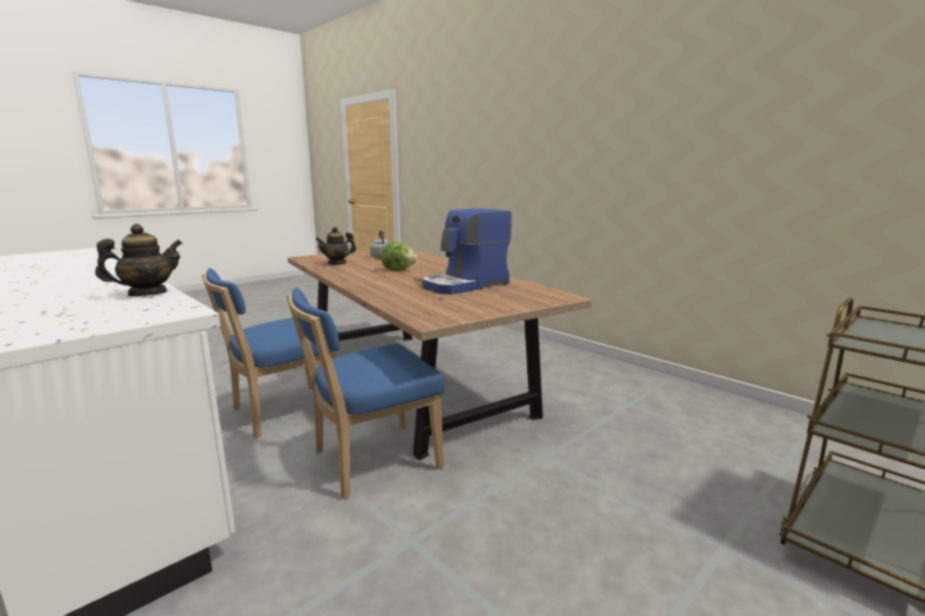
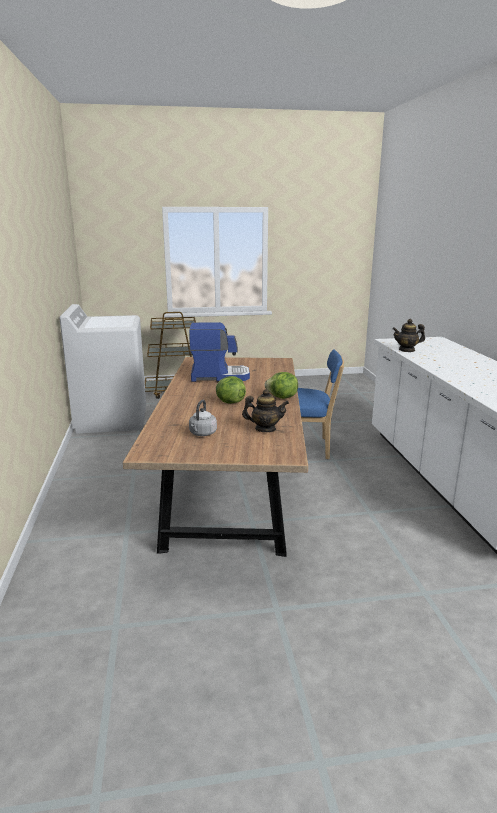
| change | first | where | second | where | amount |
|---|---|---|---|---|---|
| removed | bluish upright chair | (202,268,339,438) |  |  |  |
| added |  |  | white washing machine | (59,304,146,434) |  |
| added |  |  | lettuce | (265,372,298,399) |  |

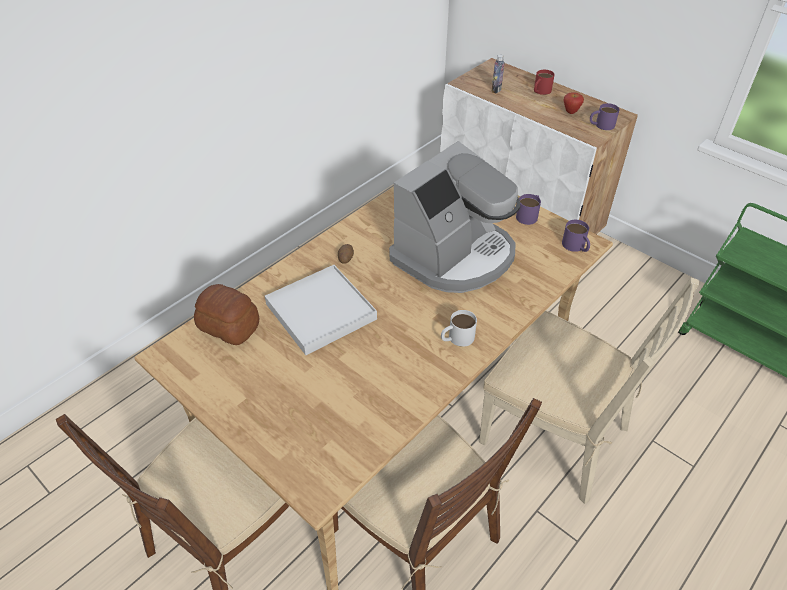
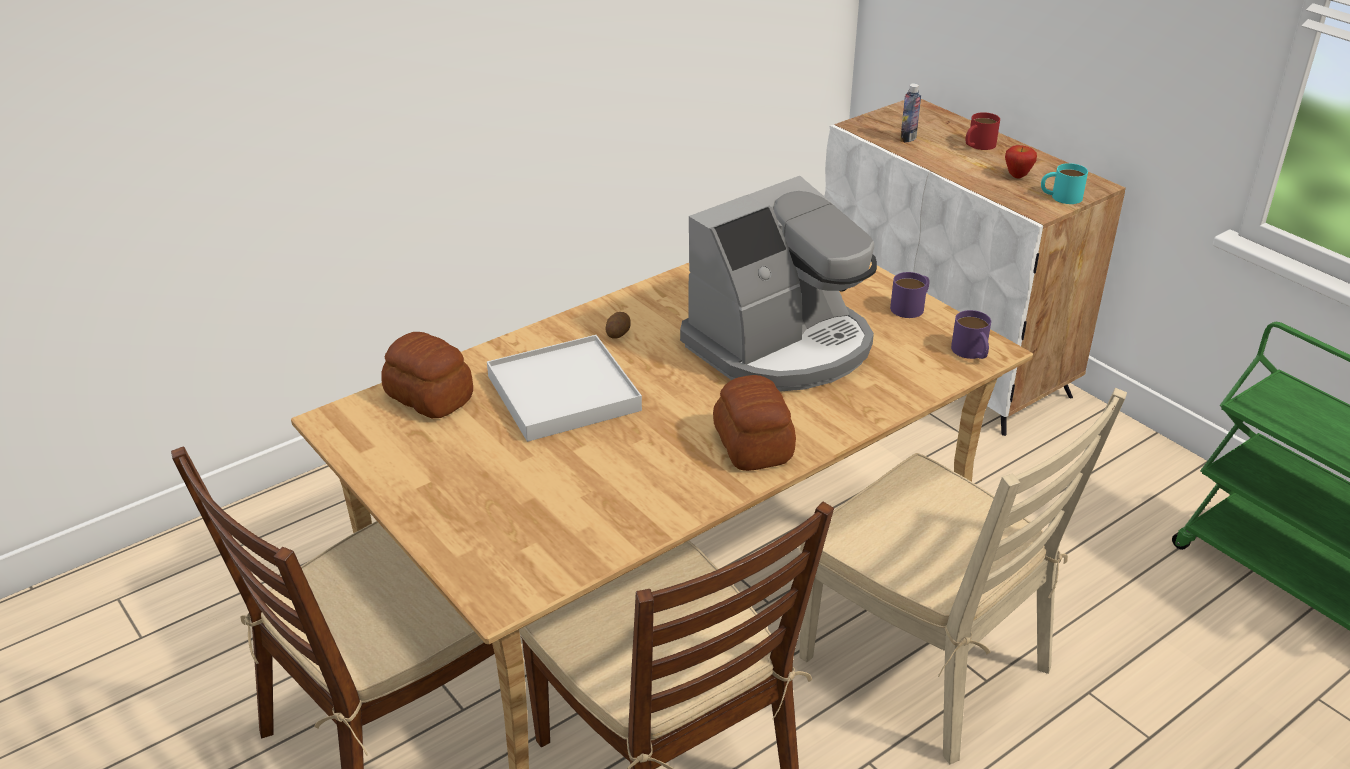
| change | first | where | second | where | amount |
|---|---|---|---|---|---|
| recoloured | purple-coloured tea mug | (590,103,620,130) | turquoise-coloured tea mug | (1041,163,1088,204) |  |
| replaced | white tea mug | (441,310,477,347) | bread | (713,375,796,471) |  |

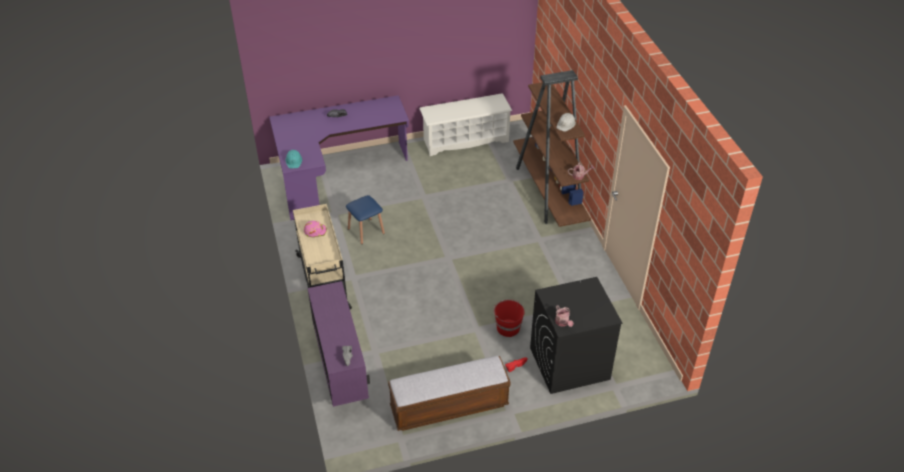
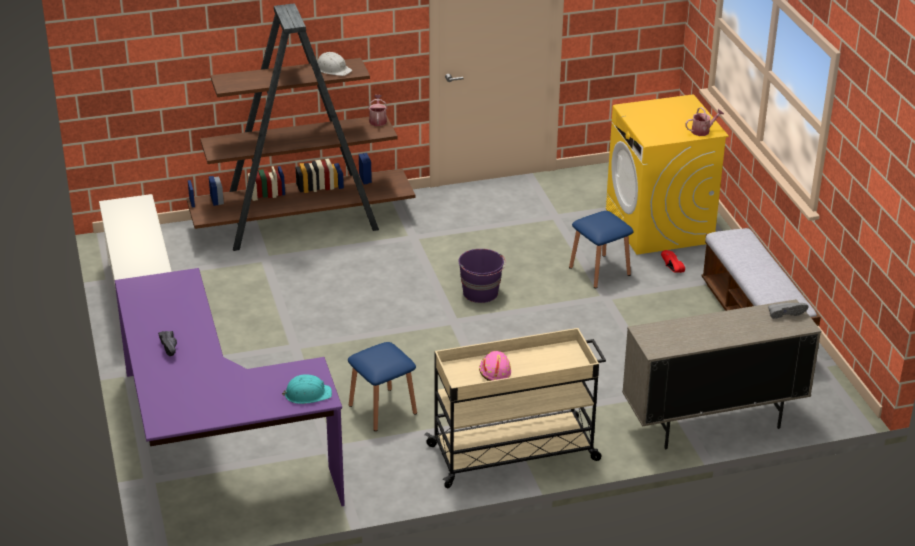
| change | first | where | second | where | amount |
|---|---|---|---|---|---|
| recoloured | black washing machine | (530,277,622,394) | yellow-coloured washing machine | (606,94,729,255) |  |
| recoloured | purple-coloured cabinet | (308,281,370,407) | sand-coloured cabinet | (622,299,821,449) |  |
| replaced | reddish pail | (493,299,525,337) | bluish sitting stool | (569,211,633,288) |  |
| added |  |  | purple-coloured pail | (458,249,506,303) |  |

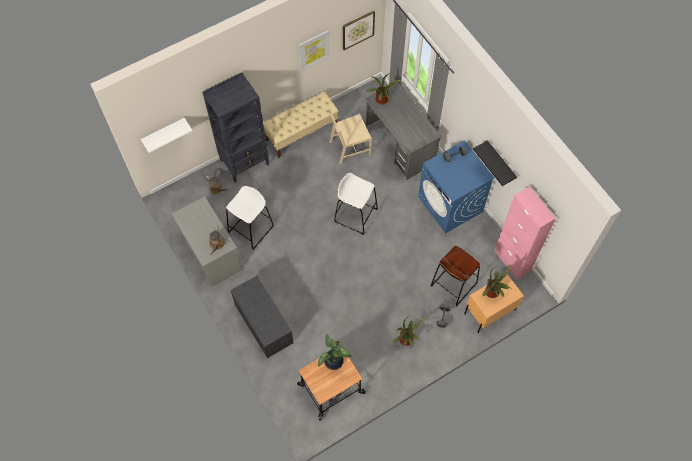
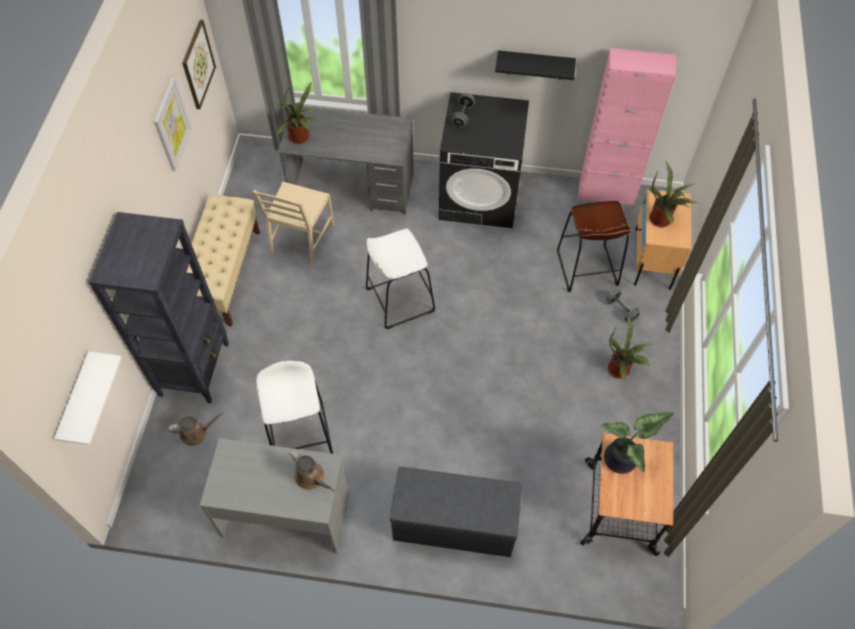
| change | first | where | second | where | amount |
|---|---|---|---|---|---|
| recoloured | bluish washing machine | (418,140,494,233) | black washing machine | (439,92,529,228) |  |

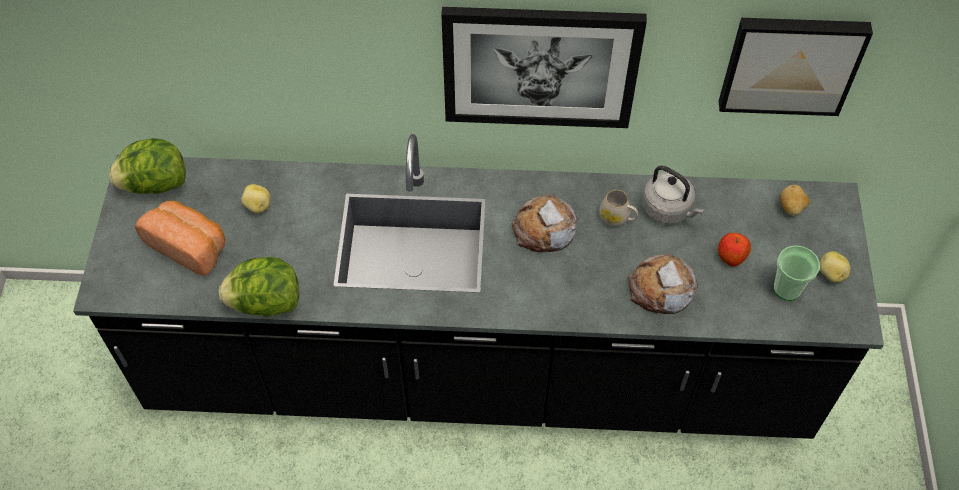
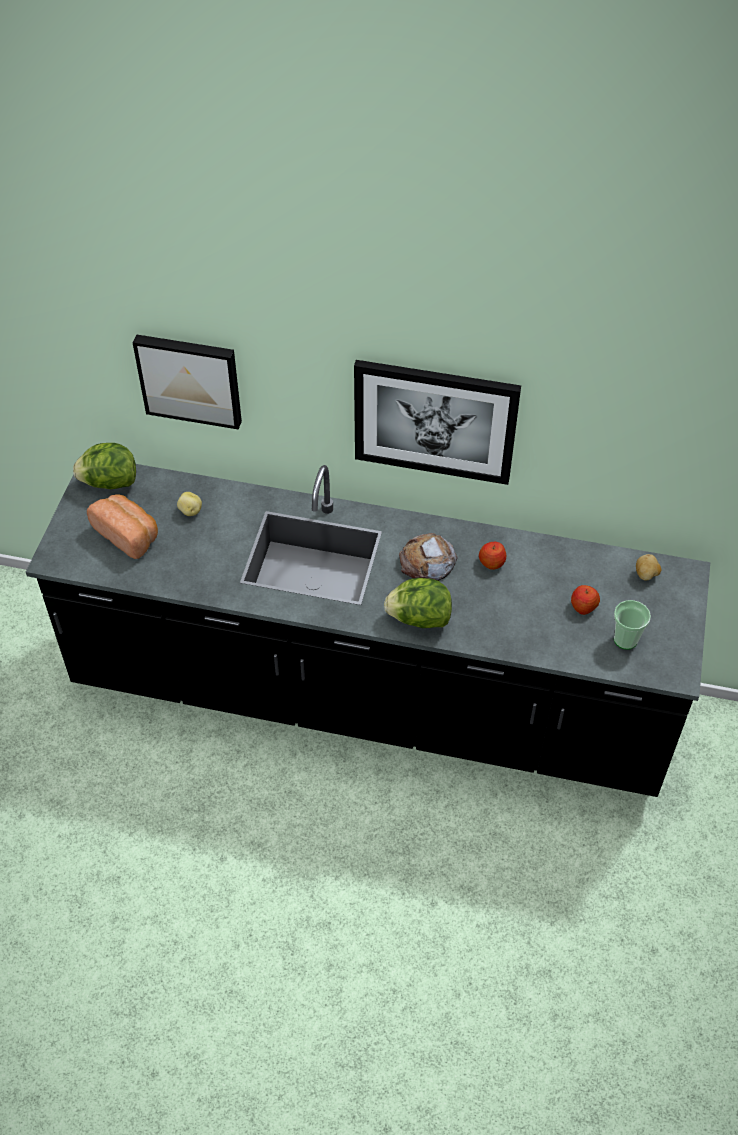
| change | first | where | second | where | amount |
|---|---|---|---|---|---|
| moved | wall picture | (719,18,873,116) |  | (132,334,242,430) |  |
| removed | greyish tea kettle | (642,165,704,224) |  |  |  |
| replaced | white tea mug | (599,190,638,226) | whole apple | (479,542,506,570) |  |
| removed | whole potato | (820,251,851,283) |  |  |  |
| removed | bread | (628,254,698,314) |  |  |  |
| moved | lettuce | (219,257,299,317) |  | (384,578,452,628) |  |

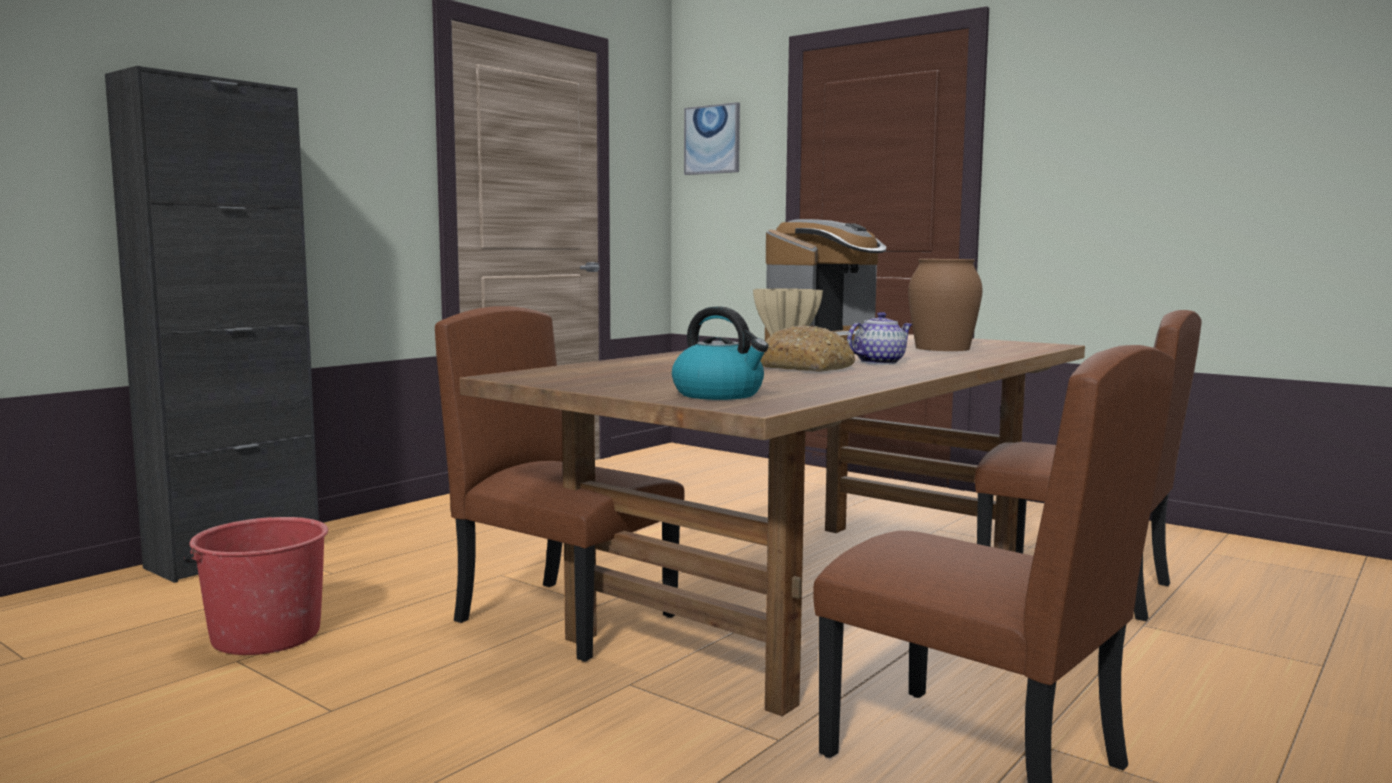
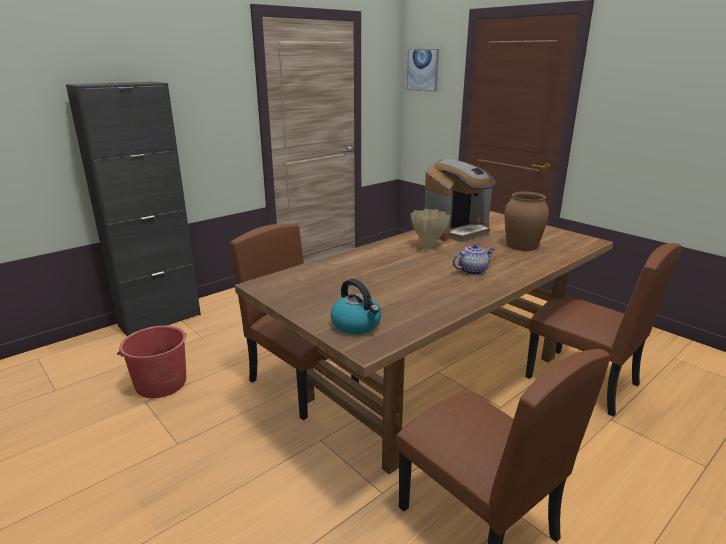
| change | first | where | second | where | amount |
|---|---|---|---|---|---|
| removed | bread | (760,325,855,372) |  |  |  |

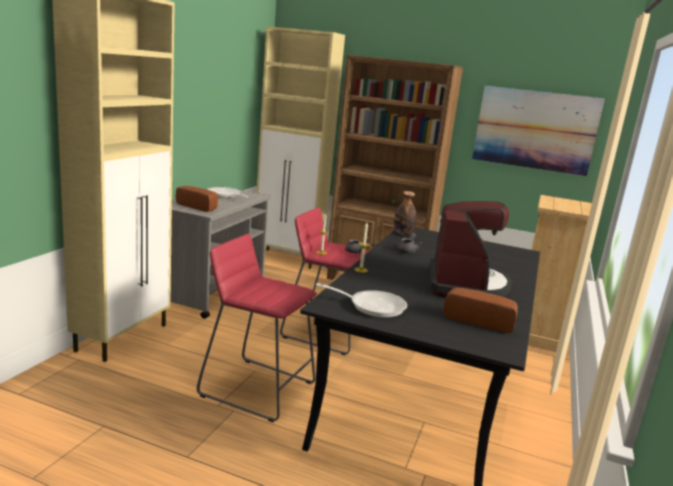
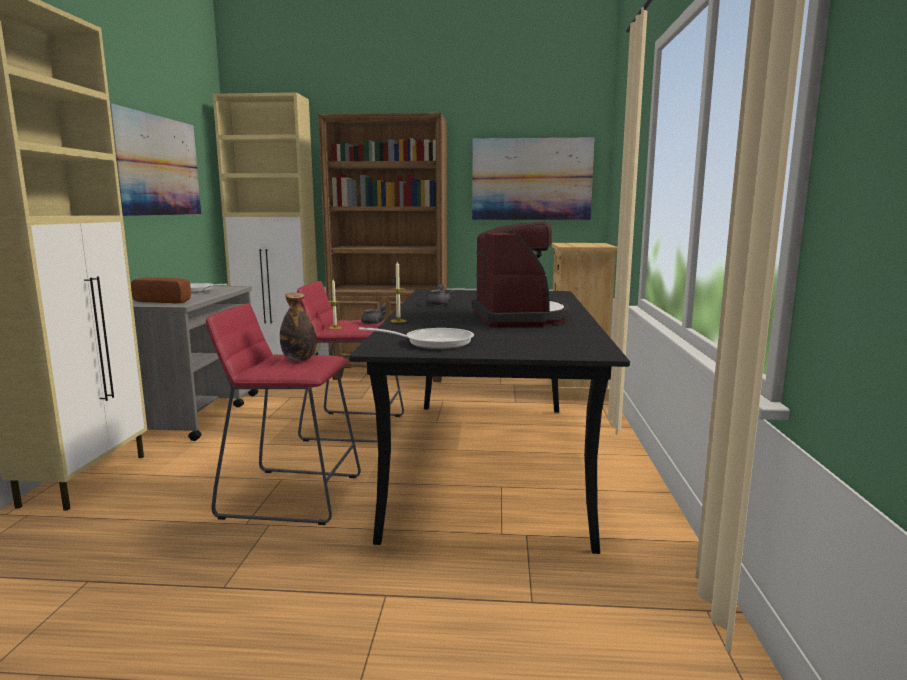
| change | first | where | second | where | amount |
|---|---|---|---|---|---|
| moved | bottle | (394,191,417,235) |  | (280,293,316,362) |  |
| removed | bread | (444,288,518,333) |  |  |  |
| added |  |  | wall picture | (110,103,201,216) |  |

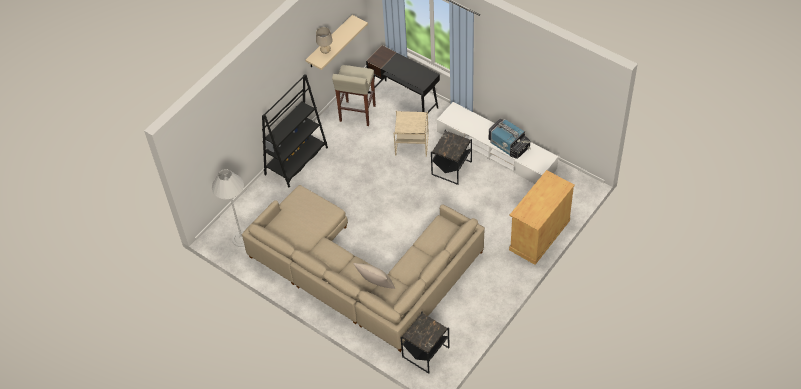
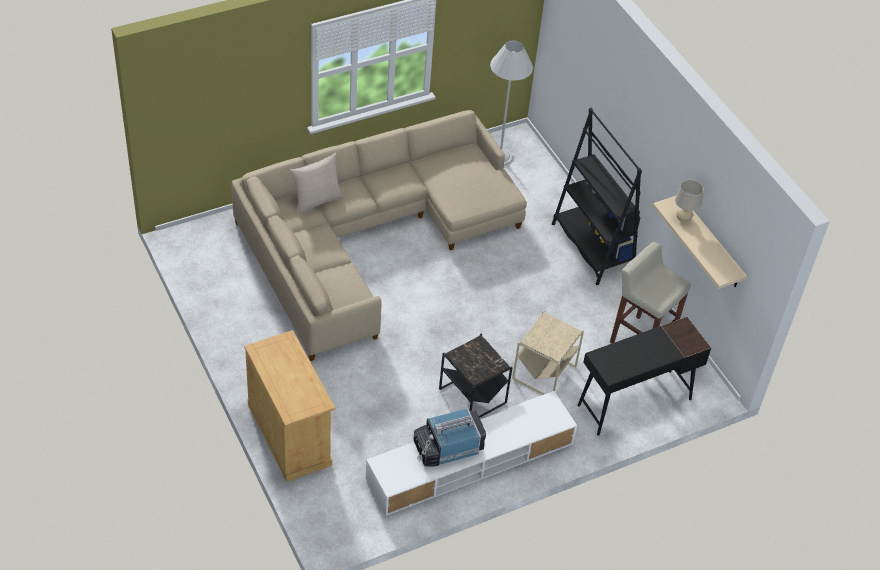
| change | first | where | second | where | amount |
|---|---|---|---|---|---|
| removed | black side table | (401,311,450,374) |  |  |  |

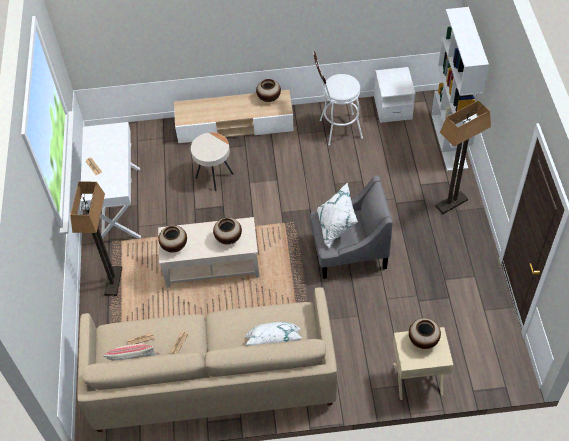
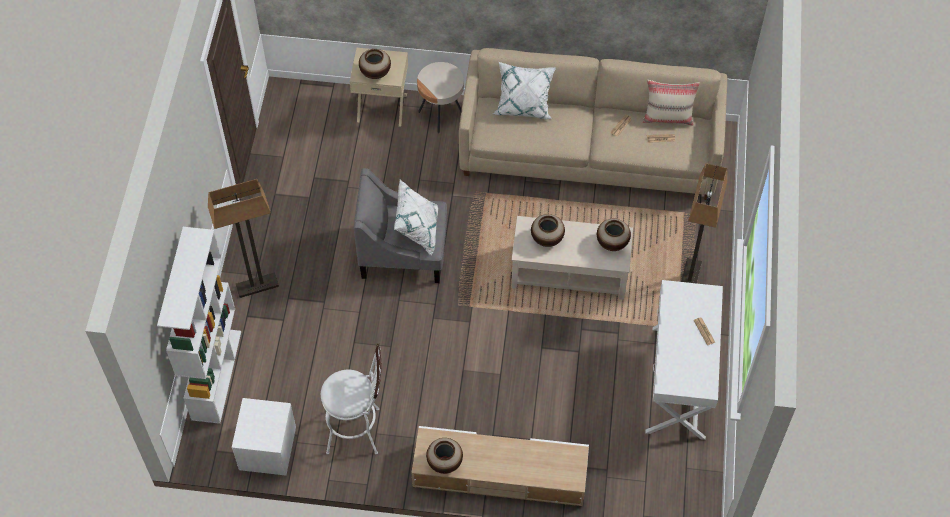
| change | first | where | second | where | amount |
|---|---|---|---|---|---|
| moved | sand-coloured side table | (191,132,234,191) |  | (417,62,464,133) |  |

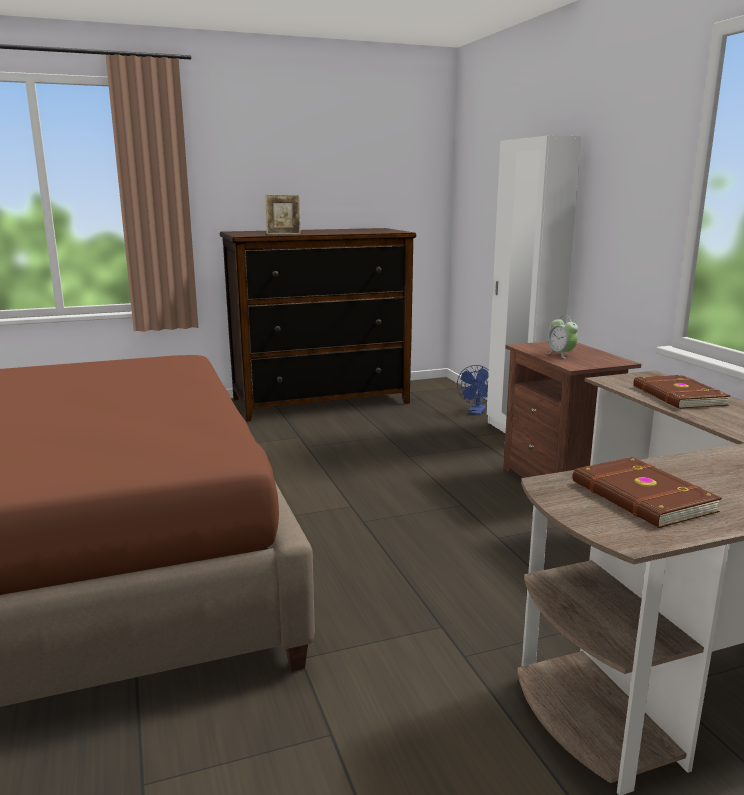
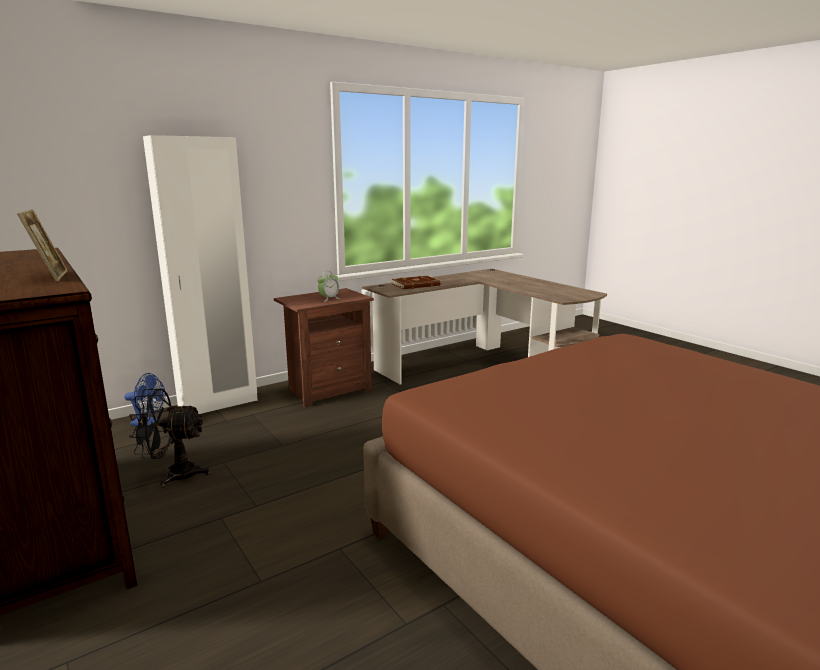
| change | first | where | second | where | amount |
|---|---|---|---|---|---|
| removed | brownish bound book | (573,457,722,528) |  |  |  |
| added |  |  | black electric fan | (129,388,210,488) |  |

